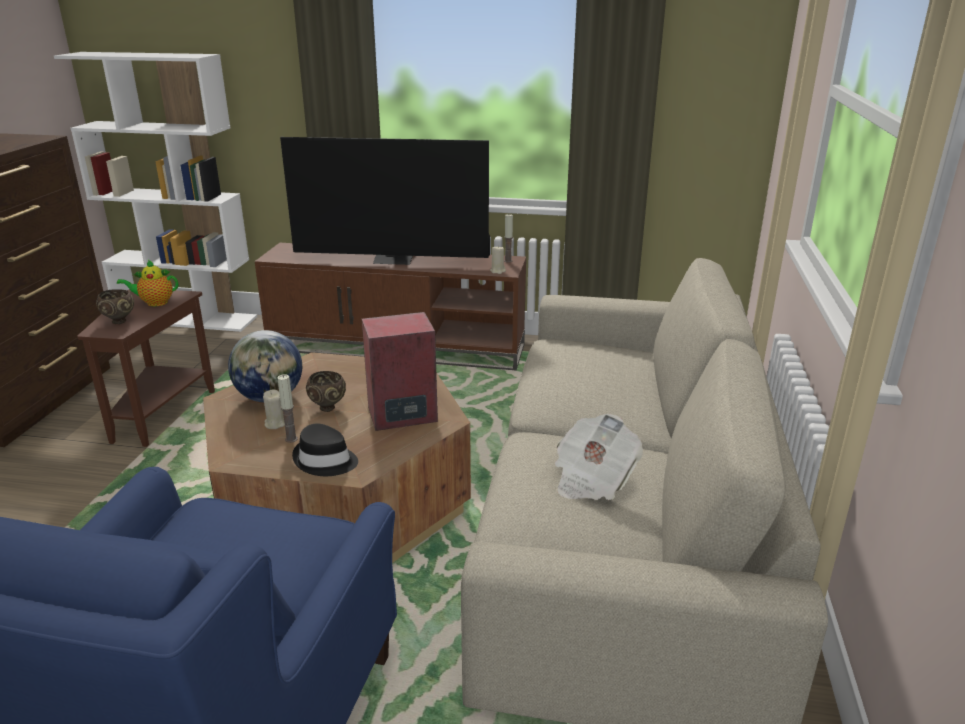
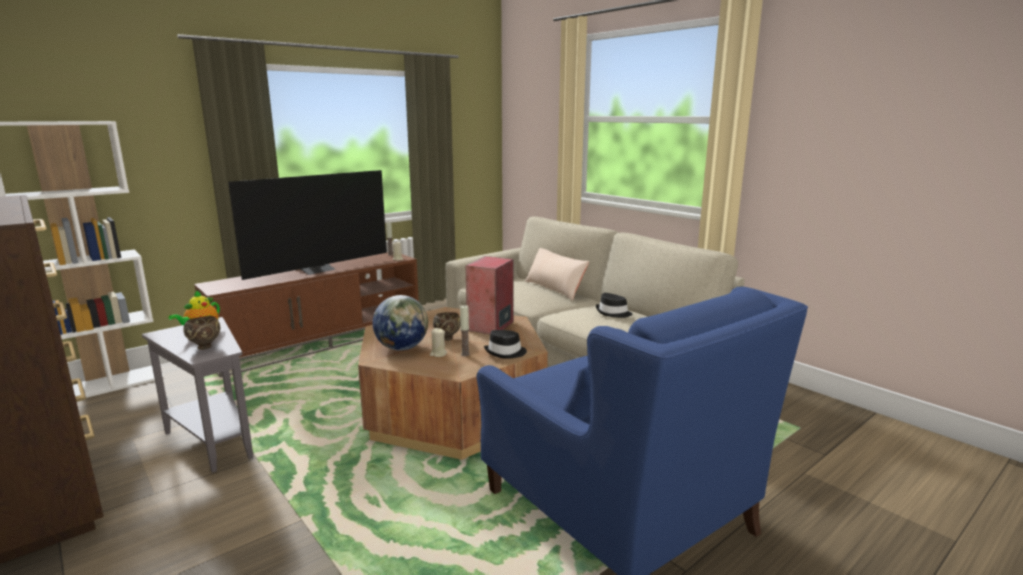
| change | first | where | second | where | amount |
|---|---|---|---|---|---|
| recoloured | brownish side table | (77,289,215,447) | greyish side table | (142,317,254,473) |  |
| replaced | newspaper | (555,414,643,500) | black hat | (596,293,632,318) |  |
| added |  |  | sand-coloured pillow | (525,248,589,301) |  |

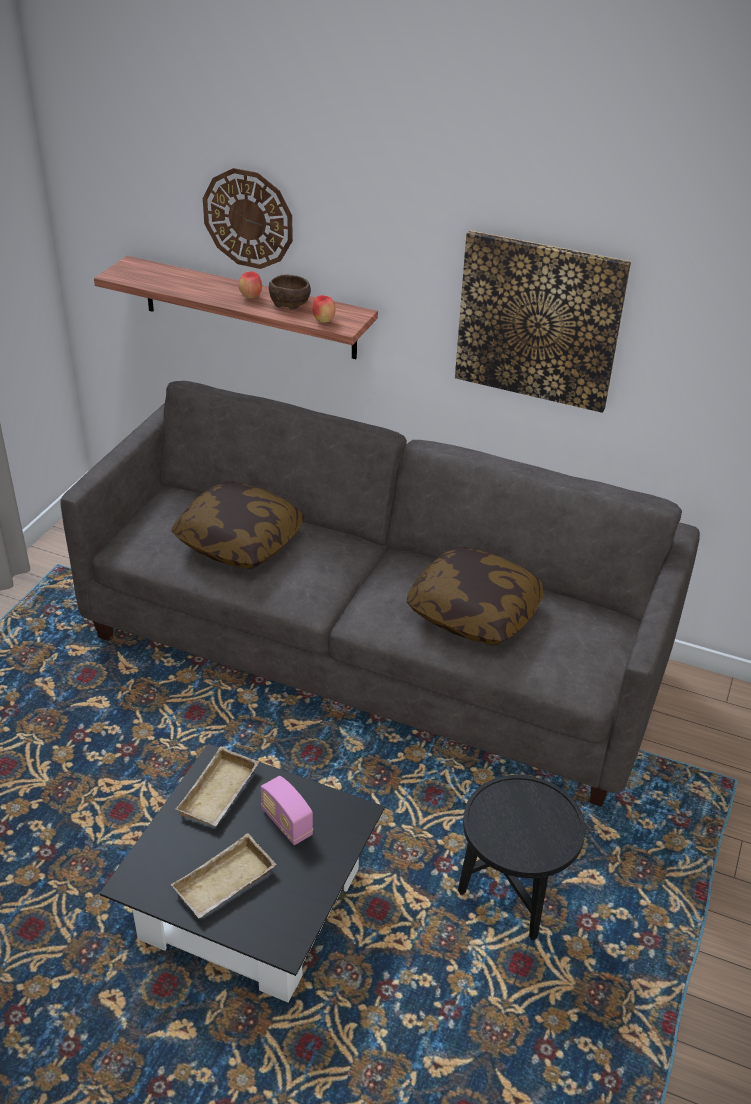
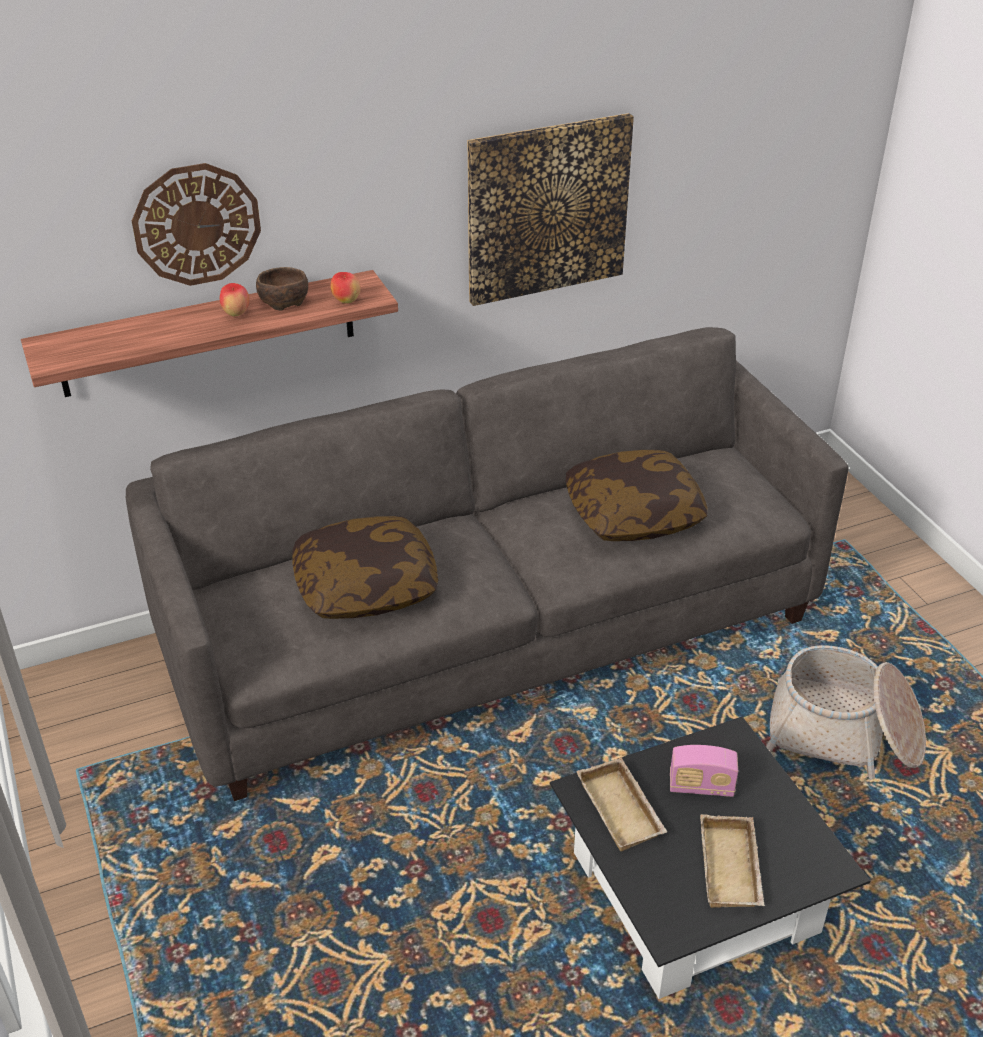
| change | first | where | second | where | amount |
|---|---|---|---|---|---|
| replaced | black side table | (458,775,585,941) | storage basket | (766,645,926,779) |  |

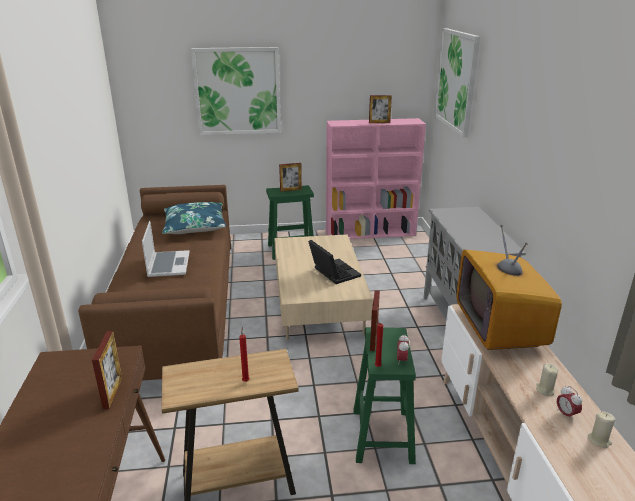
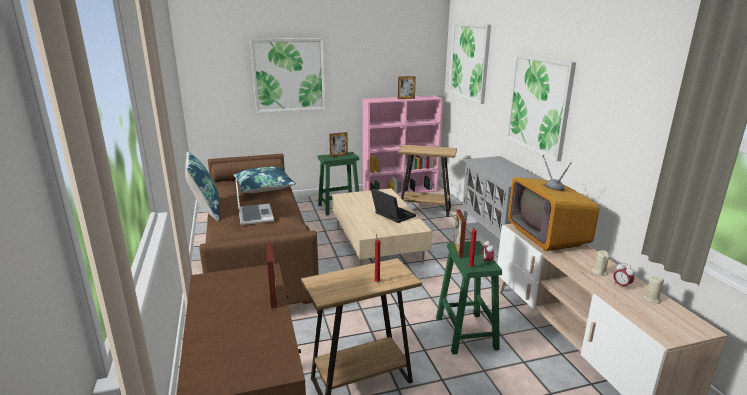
| change | first | where | second | where | amount |
|---|---|---|---|---|---|
| added |  |  | wall picture | (506,54,576,161) |  |
| added |  |  | brownish side table | (398,145,457,217) |  |
| added |  |  | bluish pillow | (185,151,220,222) |  |

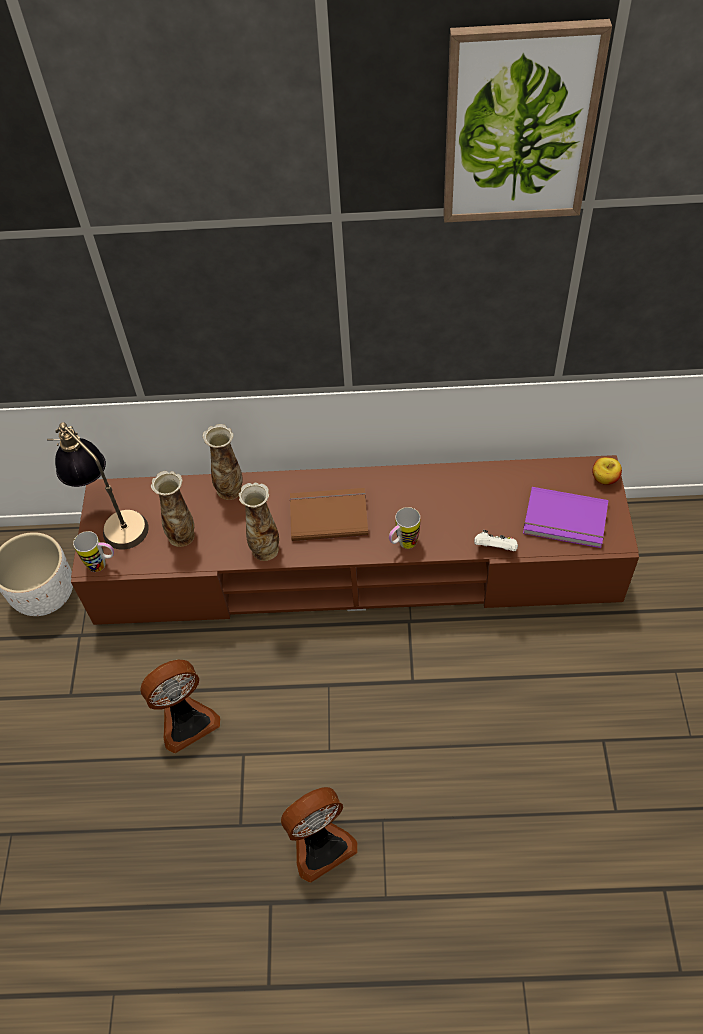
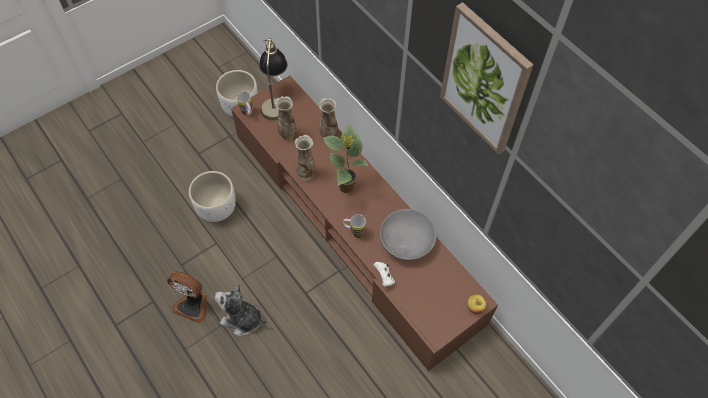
| change | first | where | second | where | amount |
|---|---|---|---|---|---|
| removed | purple-coloured bound book | (523,487,608,548) |  |  |  |
| replaced | brownish bound book | (290,488,368,541) | potted plant | (323,124,369,193) |  |
| replaced | electric fan | (140,659,220,753) | white plant pot | (189,171,236,222) |  |
| added |  |  | greyish deep dish | (380,209,436,260) |  |
| added |  |  | soft toy | (215,283,267,336) |  |

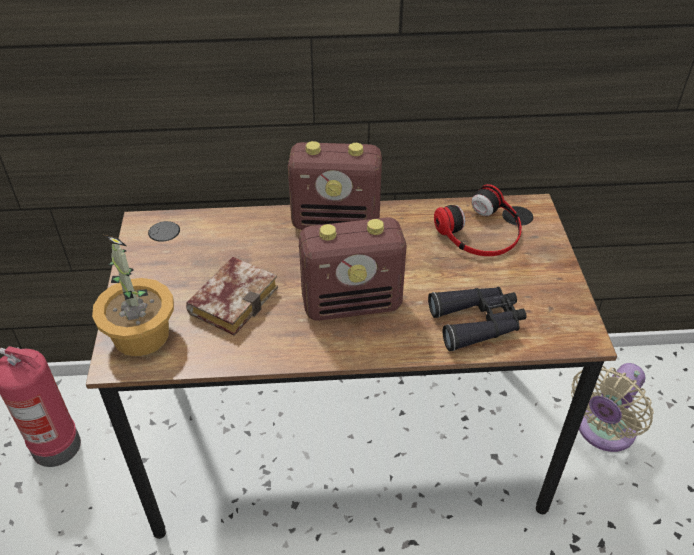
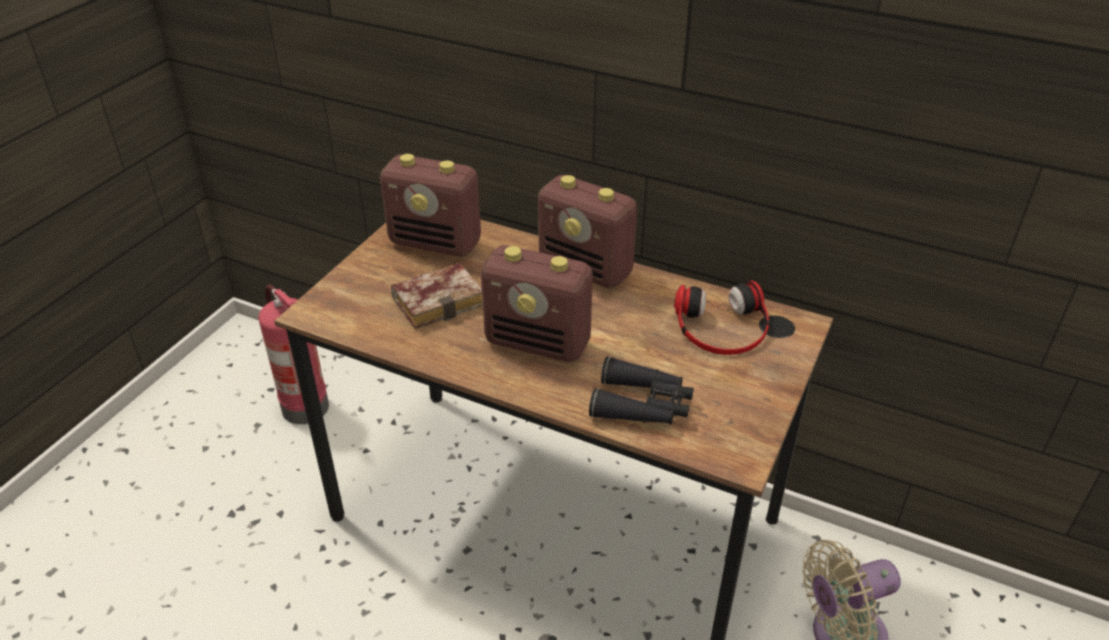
| change | first | where | second | where | amount |
|---|---|---|---|---|---|
| removed | potted plant | (92,235,174,357) |  |  |  |
| added |  |  | radio set | (380,154,481,257) |  |

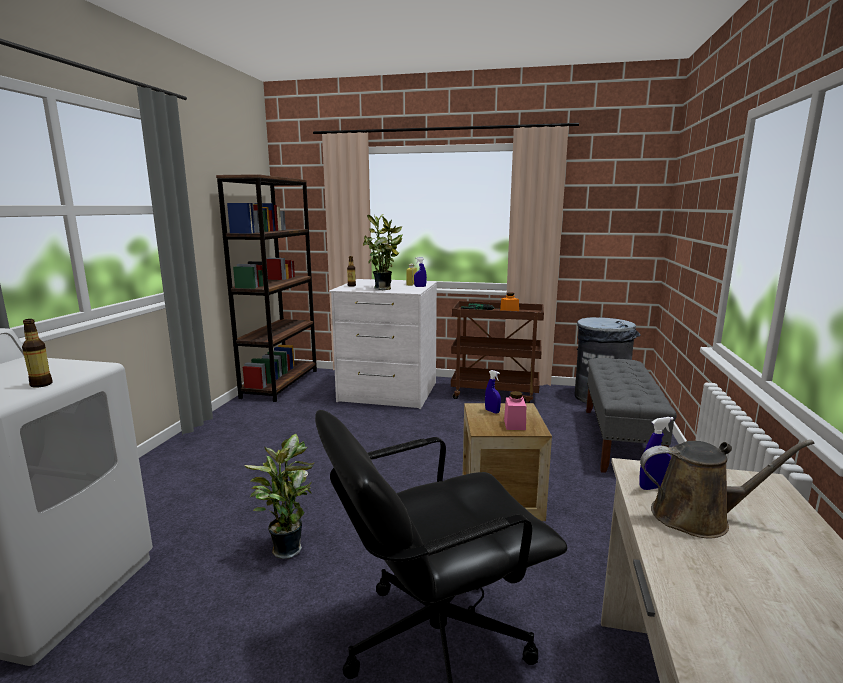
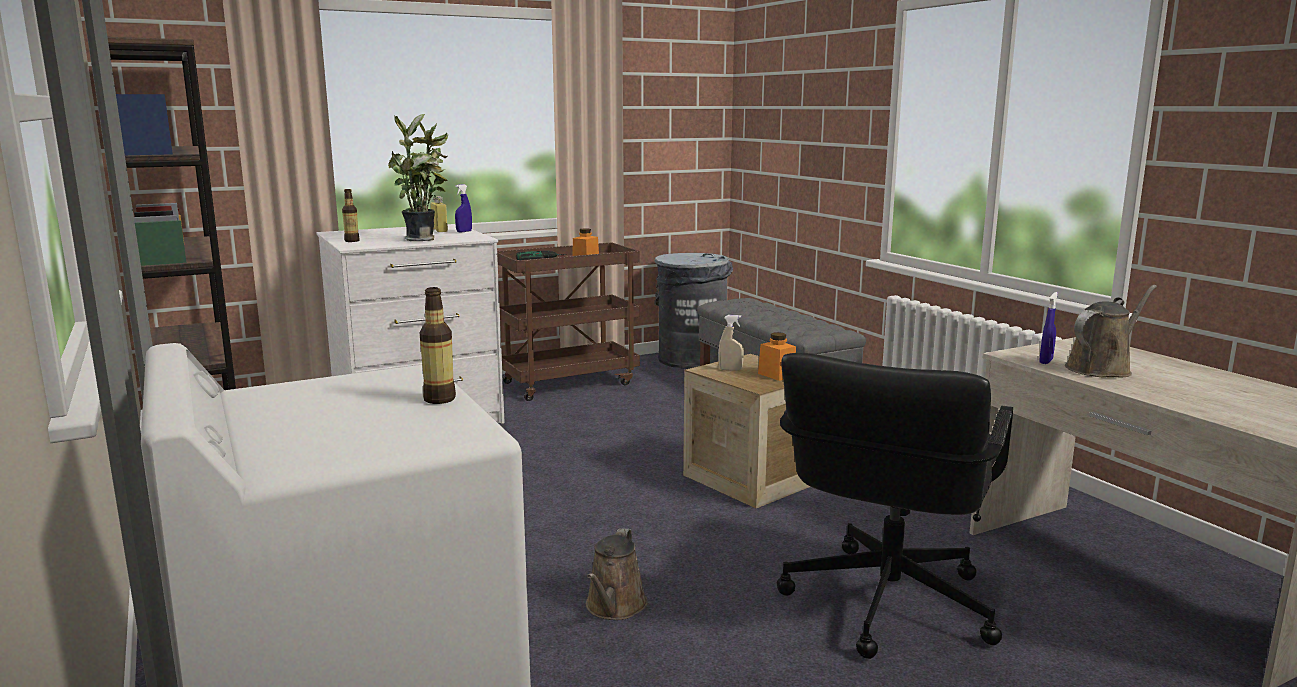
| change | first | where | second | where | amount |
|---|---|---|---|---|---|
| recoloured | bluish sprayer | (485,370,501,414) | sand-coloured sprayer | (719,315,744,371) |  |
| recoloured | pinkish storage jar | (504,391,526,430) | orange storage jar | (758,332,796,381) |  |
| replaced | potted plant | (244,434,315,559) | brownish watering can | (586,528,648,620) |  |

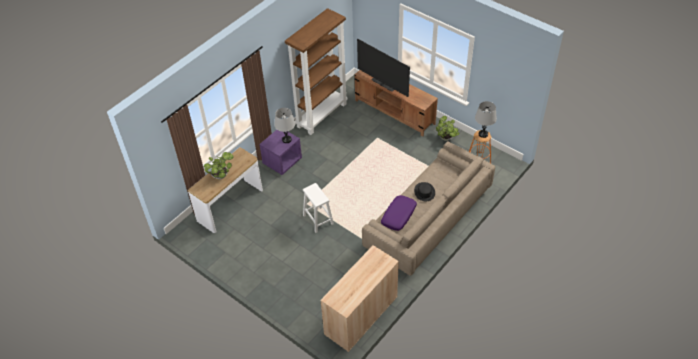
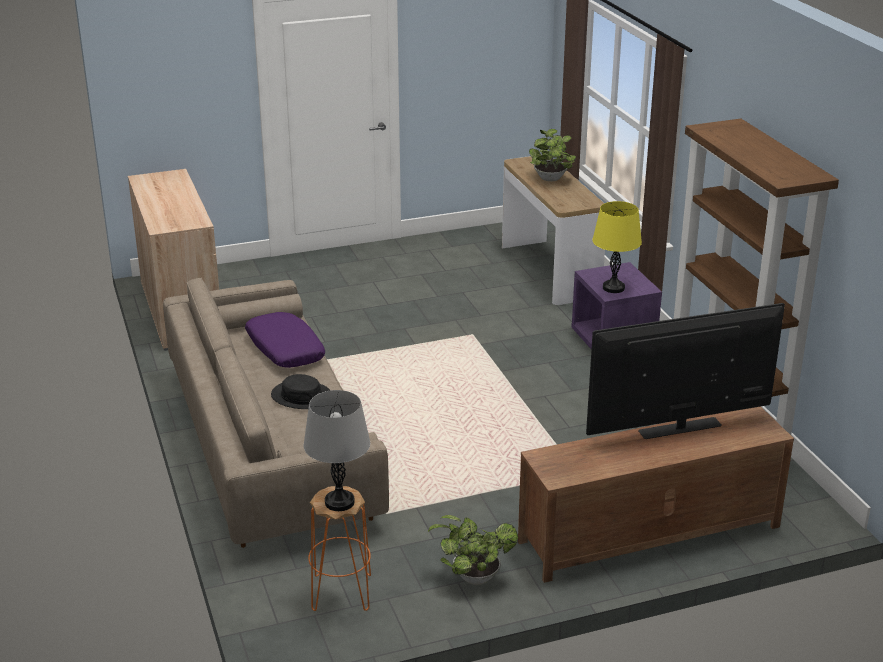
| change | first | where | second | where | amount |
|---|---|---|---|---|---|
| recoloured | greyish lamp for a table | (274,108,296,143) | yellow-coloured lamp for a table | (593,201,642,293) |  |
| removed | white sitting stool | (303,183,334,233) |  |  |  |

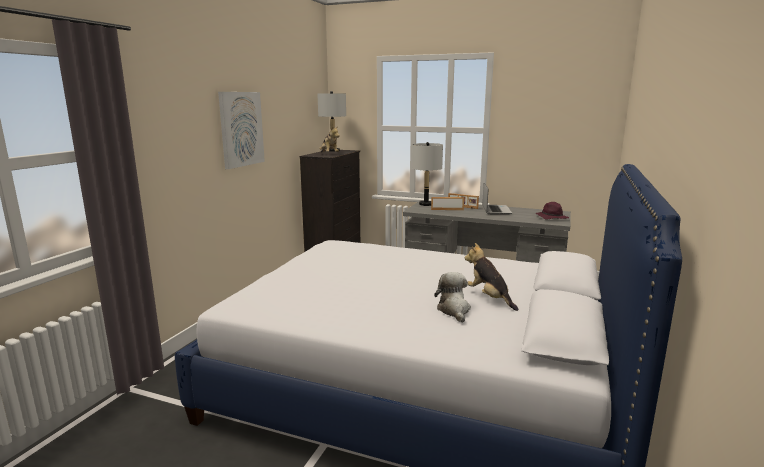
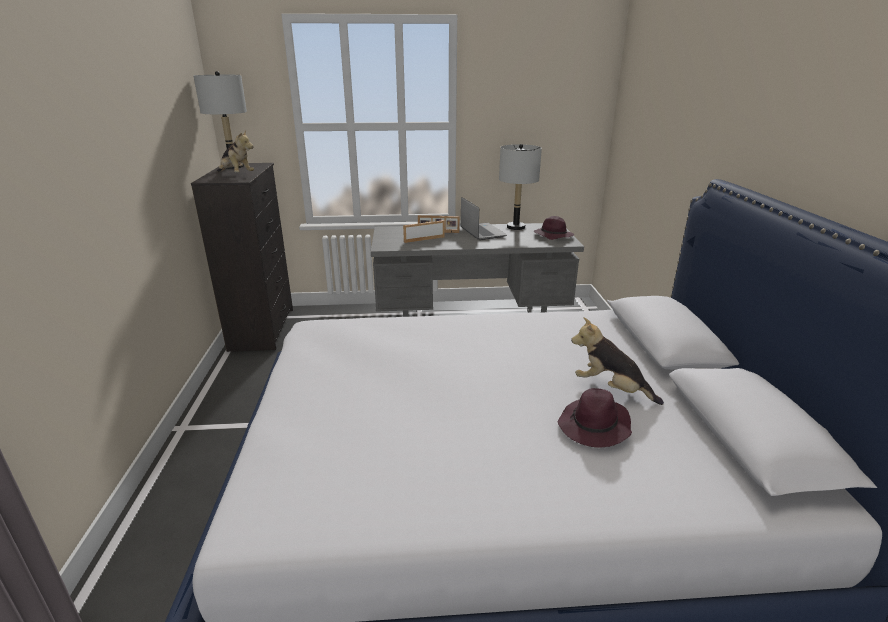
| change | first | where | second | where | amount |
|---|---|---|---|---|---|
| removed | wall picture | (218,92,265,169) |  |  |  |
| moved | greyish lamp for a table | (412,142,443,206) |  | (499,144,542,230) |  |
| replaced | soft toy | (434,272,471,323) | purple-coloured hat | (558,388,632,448) |  |

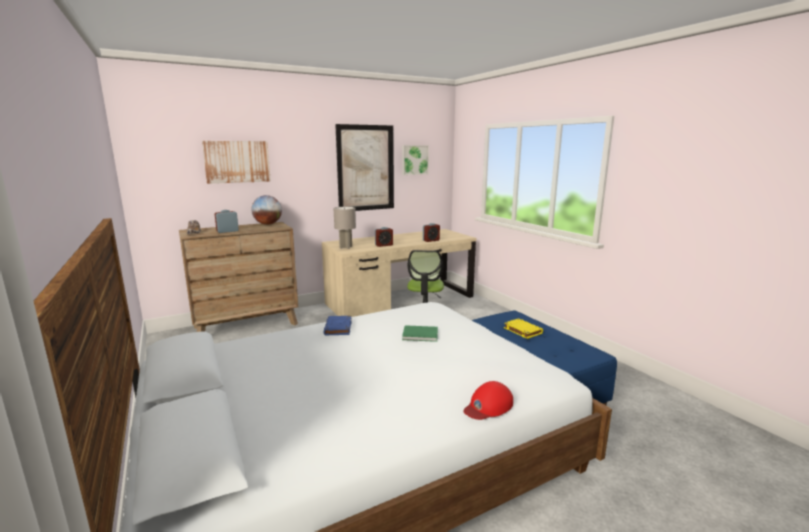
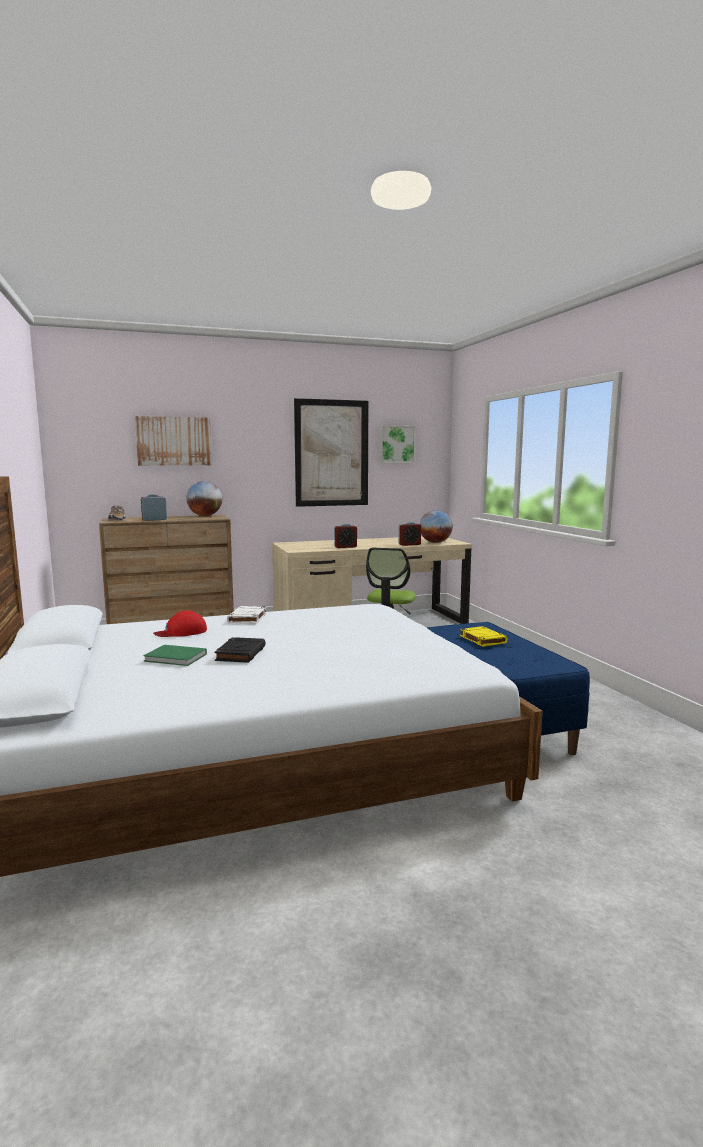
| change | first | where | second | where | amount |
|---|---|---|---|---|---|
| removed | greyish lamp for a table | (334,207,356,249) |  |  |  |
| recoloured | bluish bound book | (324,316,351,335) | white bound book | (227,606,267,624) |  |
| moved | green-coloured bound book | (402,325,438,342) |  | (143,645,207,666) |  |
| moved | reddish cap | (463,381,513,420) |  | (153,610,207,637) |  |
| added |  |  | globe | (420,510,453,543) |  |
| added |  |  | black bound book | (215,637,266,663) |  |

